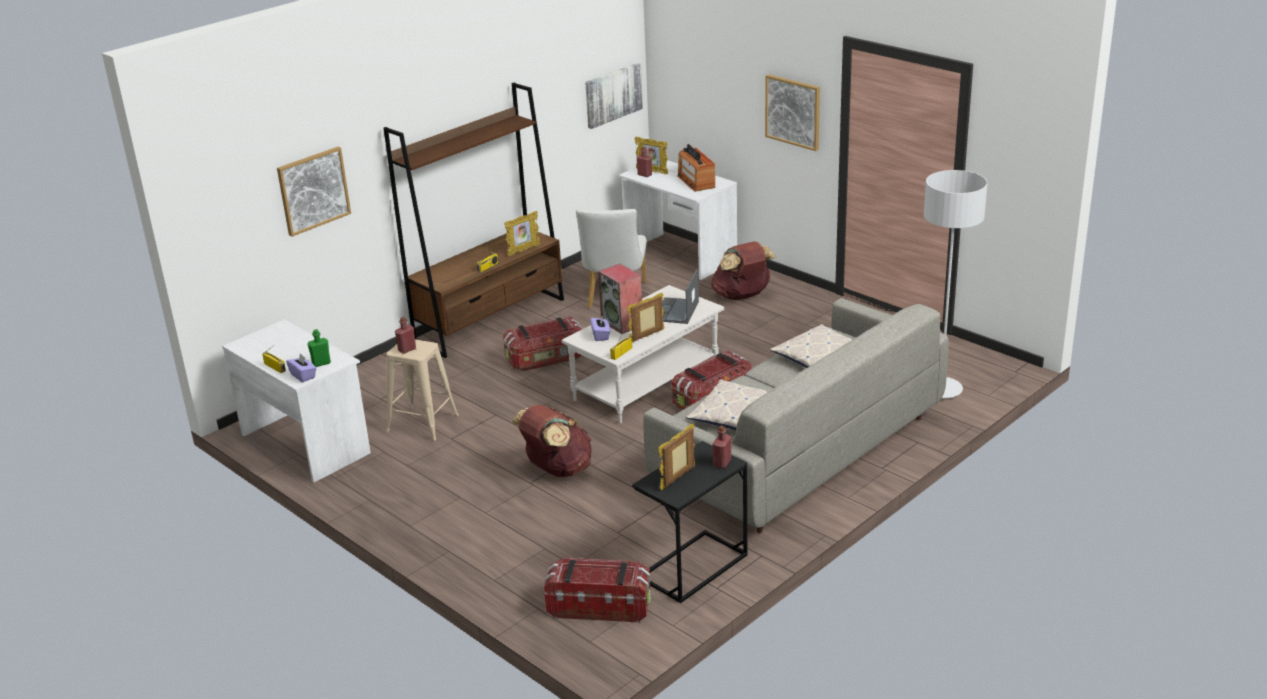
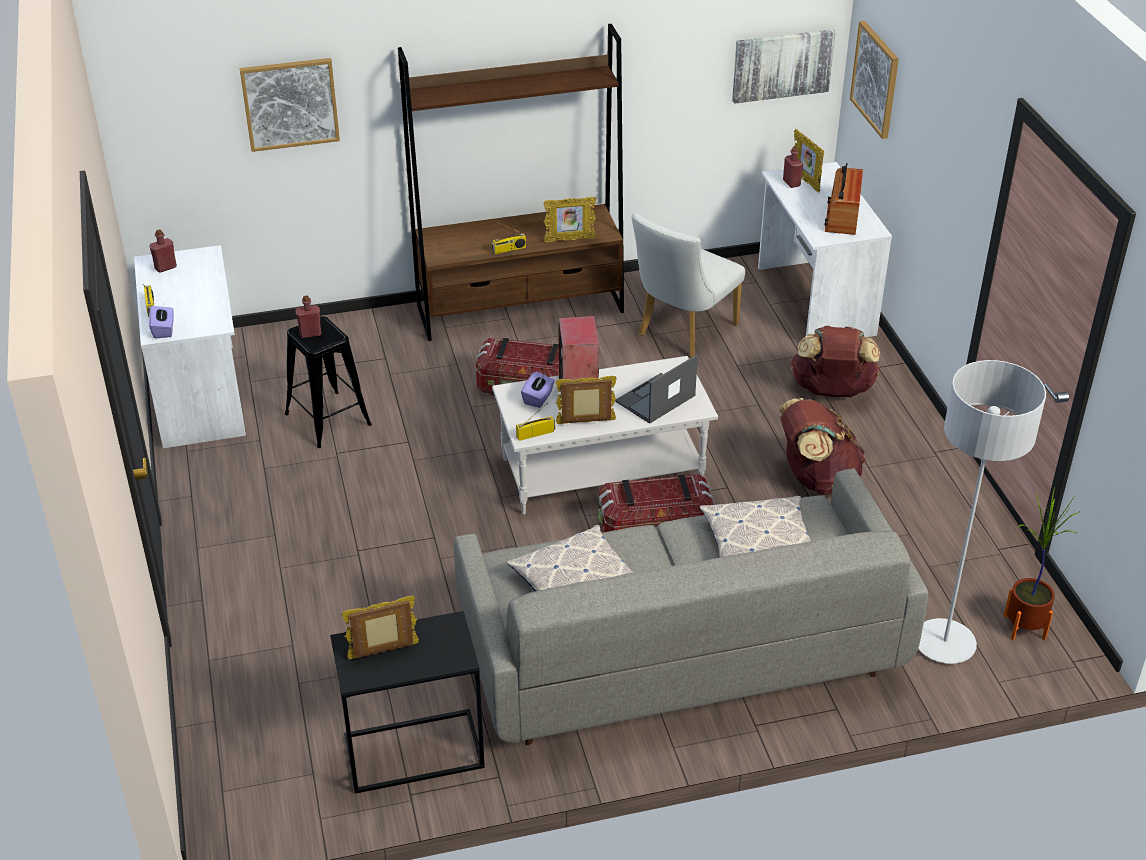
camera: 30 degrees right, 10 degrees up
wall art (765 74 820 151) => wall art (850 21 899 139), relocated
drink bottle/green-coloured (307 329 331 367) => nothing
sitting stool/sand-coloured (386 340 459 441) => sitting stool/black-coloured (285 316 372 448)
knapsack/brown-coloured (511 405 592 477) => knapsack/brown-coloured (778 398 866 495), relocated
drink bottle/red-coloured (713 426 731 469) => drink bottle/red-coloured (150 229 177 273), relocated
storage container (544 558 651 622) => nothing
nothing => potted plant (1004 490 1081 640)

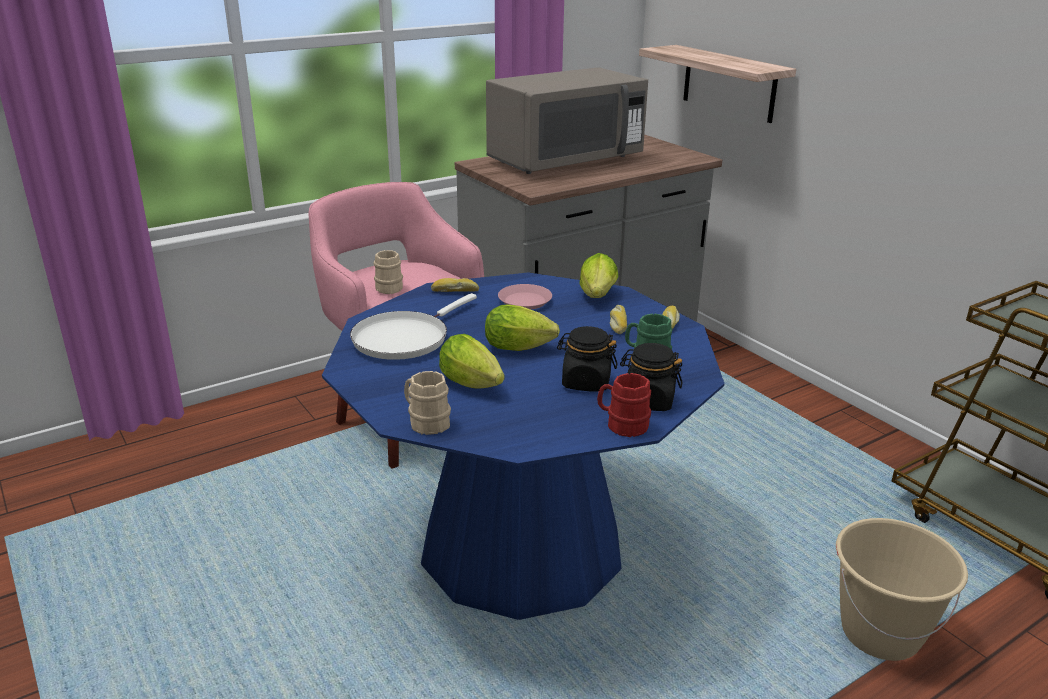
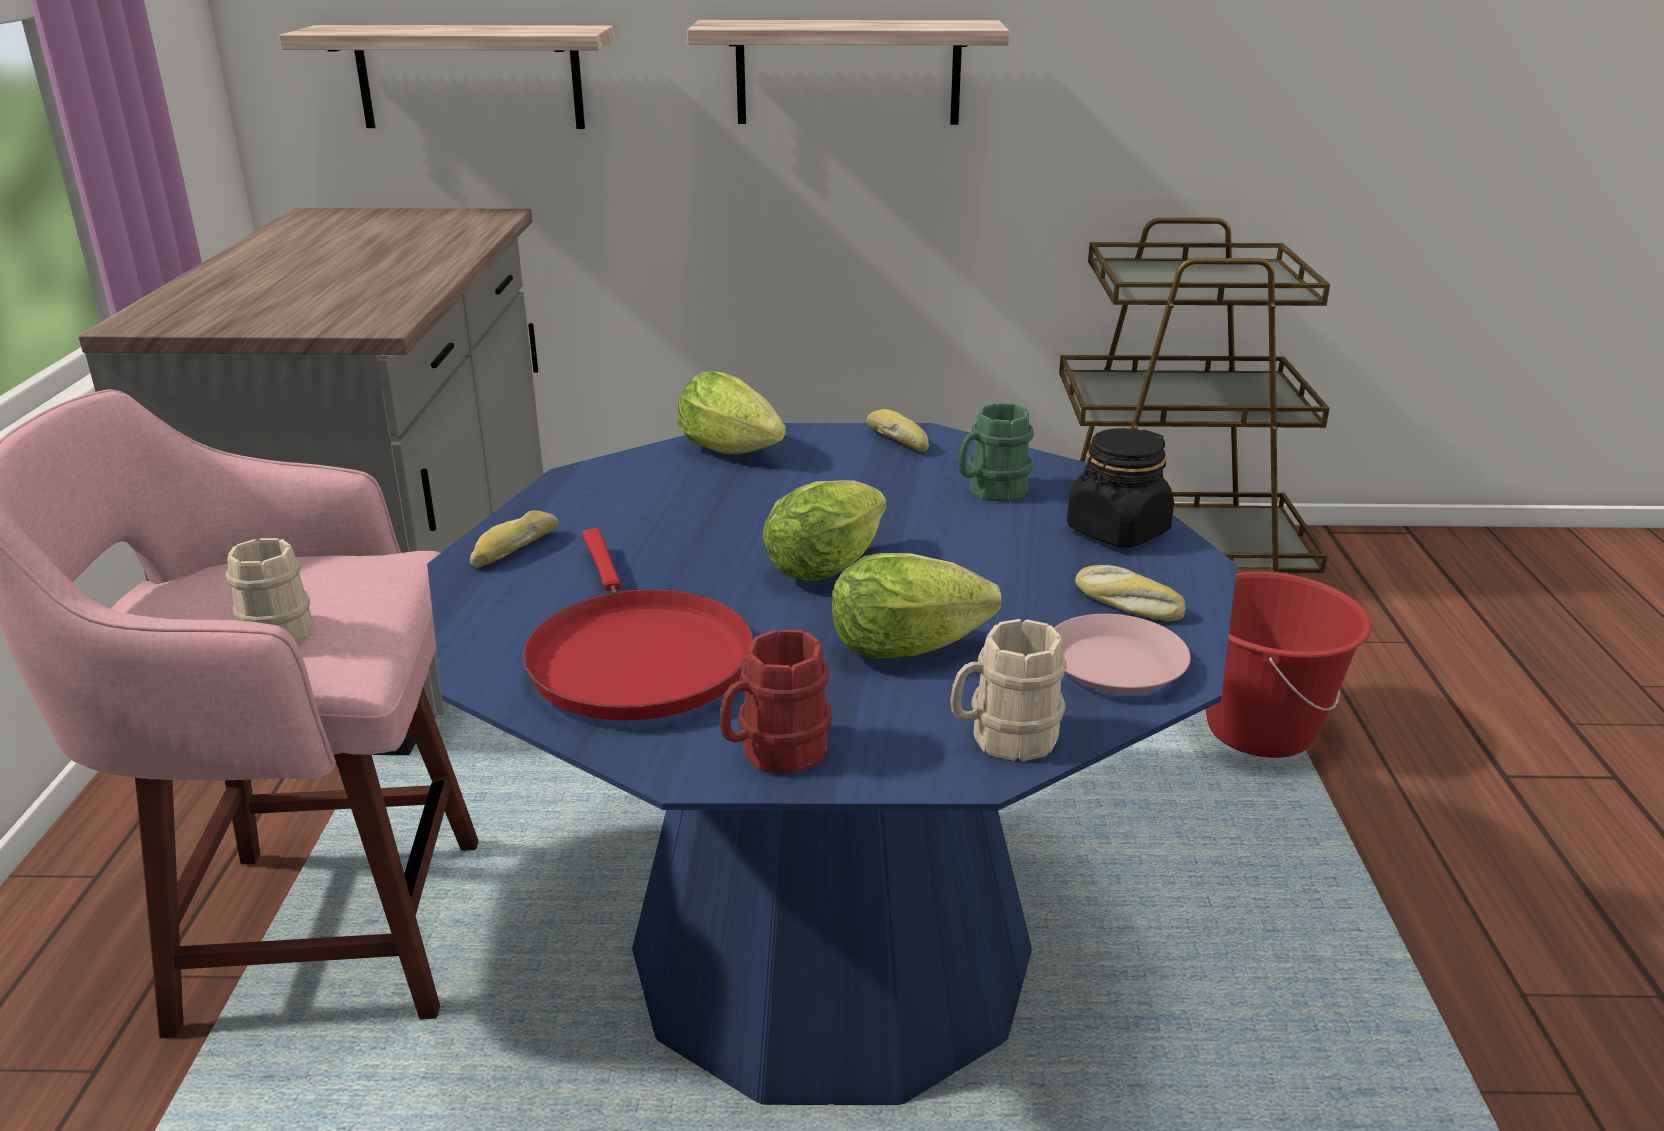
camera: 55 degrees left, 0 degrees up
kitchen microwave/grey (486 67 648 174) => nothing
dinner plate/pinkish (498 284 552 310) => dinner plate/pinkish (1054 614 1191 694), relocated
pan/white-coloured (350 293 477 360) => pan/red-coloured (522 528 753 721)
baked bread (610 305 627 334) => baked bread (1075 565 1186 621), relocated
storage jar/black-coloured (557 326 617 392) => nothing
coffee mug/red-coloured (597 373 651 437) => coffee mug/red-coloured (720 629 831 773), relocated
water bucket/sand-coloured (836 518 968 661) => water bucket/red-coloured (1206 572 1371 758)
nothing => bracket shelf (687 20 1009 125)

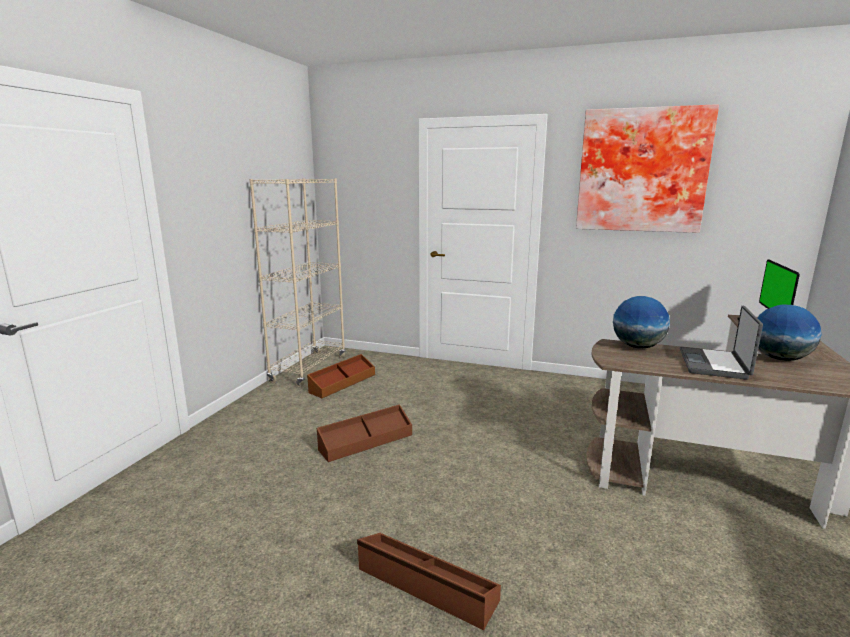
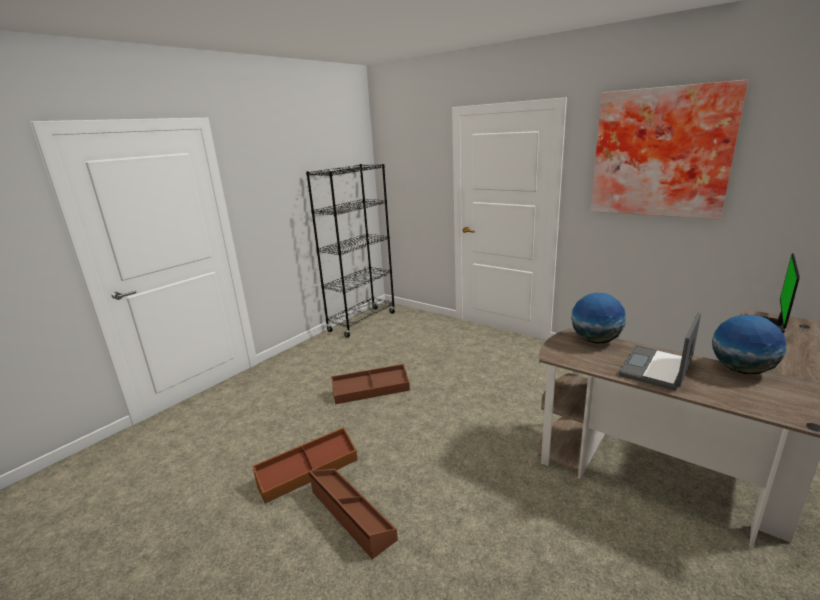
camera: 20 degrees right, 5 degrees up
shelving unit/sand-coloured (249 178 346 387) => shelving unit/black-coloured (306 164 395 338)
storage container/brown-coloured (307 354 375 398) => storage container/brown-coloured (252 427 358 503), relocated

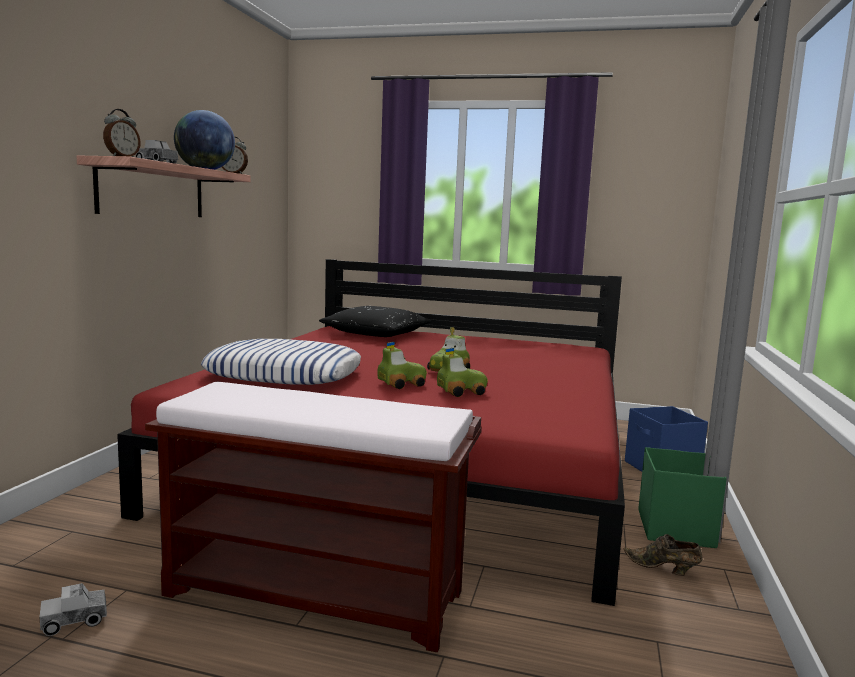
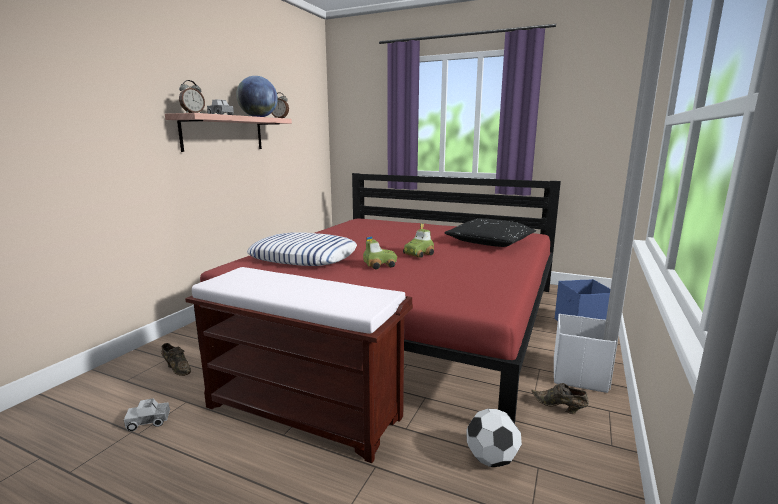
camera: 10 degrees right, 5 degrees up
pillow/black-coloured (319 306 432 337) => pillow/black-coloured (444 218 536 247), relocated
toy car (437 348 488 397) => nothing
storage container/green-coloured (638 447 727 548) => storage container/white-coloured (554 314 616 393)
nothing => item of footwear/brown-coloured (161 343 191 376)
nothing => football (466 409 522 467)

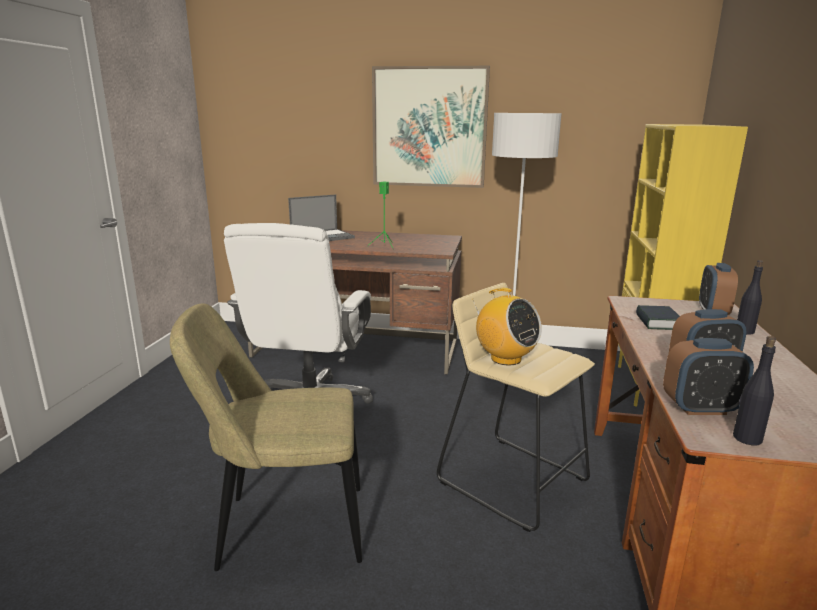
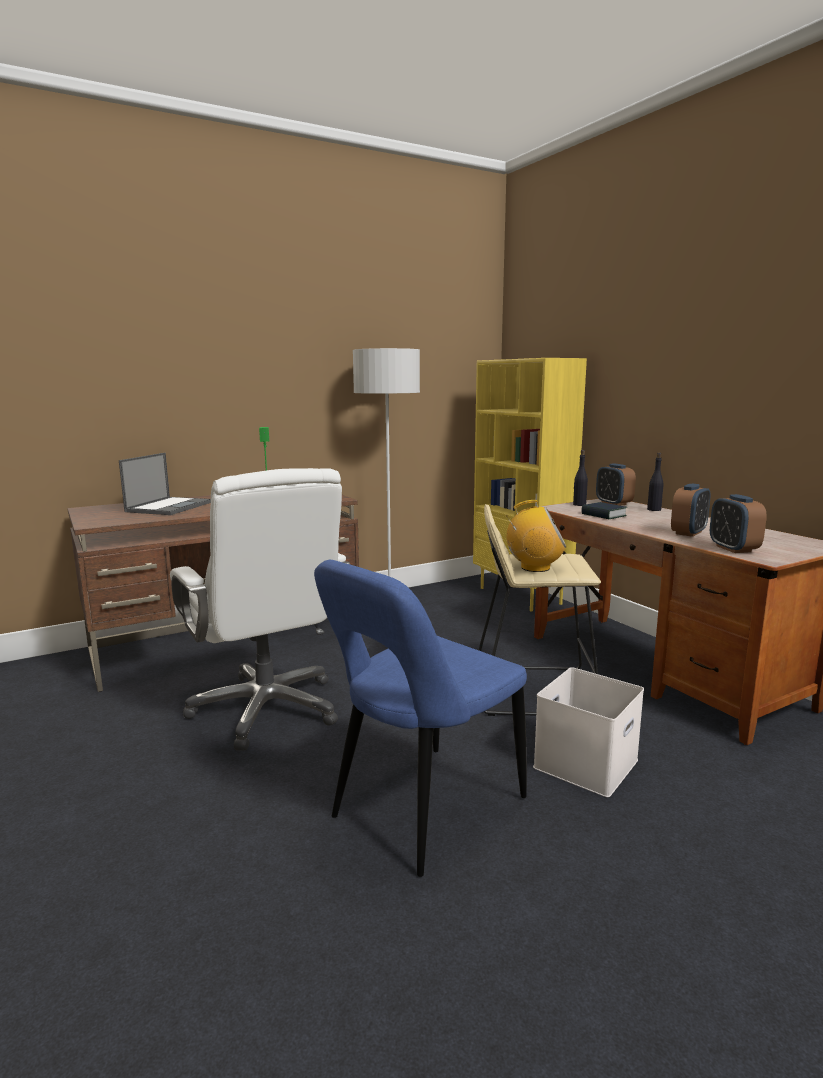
camera: 40 degrees left, 5 degrees down
wall art (372 66 490 188) => nothing
upright chair/sand-coloured (170 304 362 571) => upright chair/bluish (314 560 527 877)
drink bottle/black-coloured (733 336 776 446) => drink bottle/black-coloured (573 450 588 506), relocated
table clock (663 338 754 415) => table clock (710 494 767 553), 120 degrees clockwise
nothing => storage container/white-coloured (533 667 644 797)

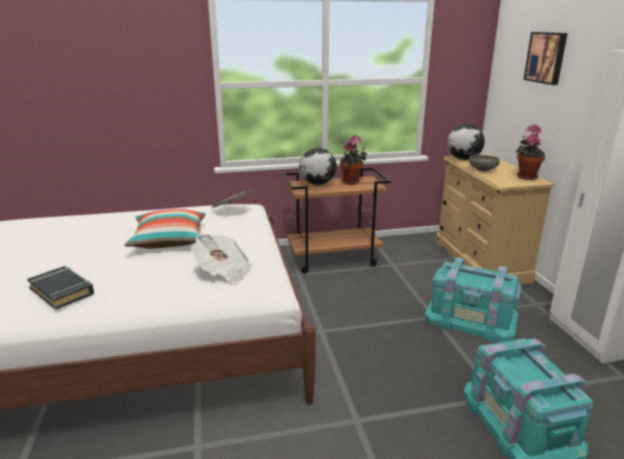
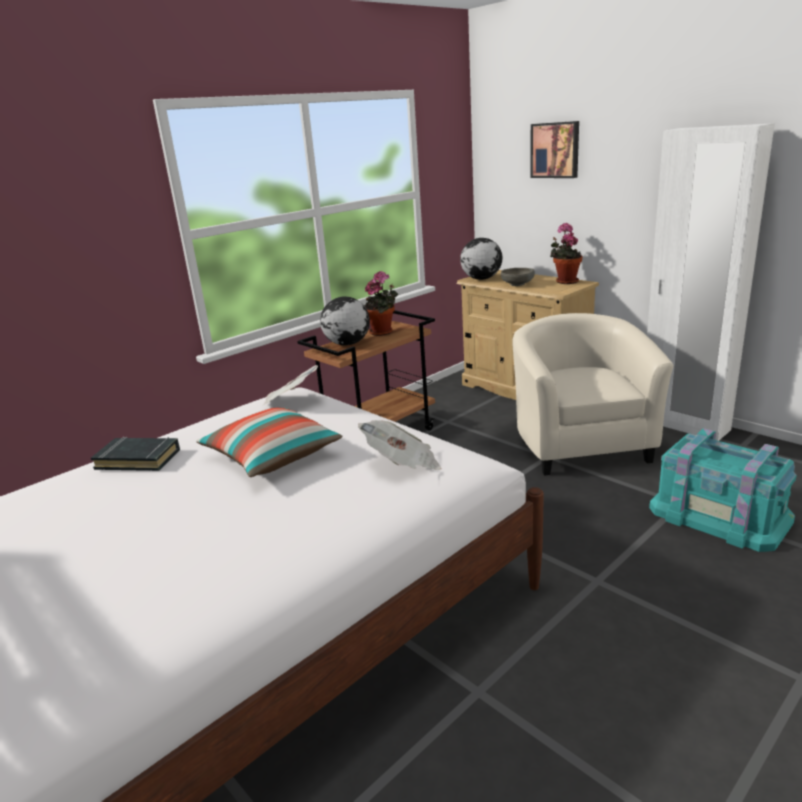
camera: 30 degrees left, 0 degrees up
storage container/turquoise (424 257 521 342) => easy chair/sand-coloured (513 313 673 476)
book/black-coloured (27 266 94 309) => book/black-coloured (91 437 180 471), relocated

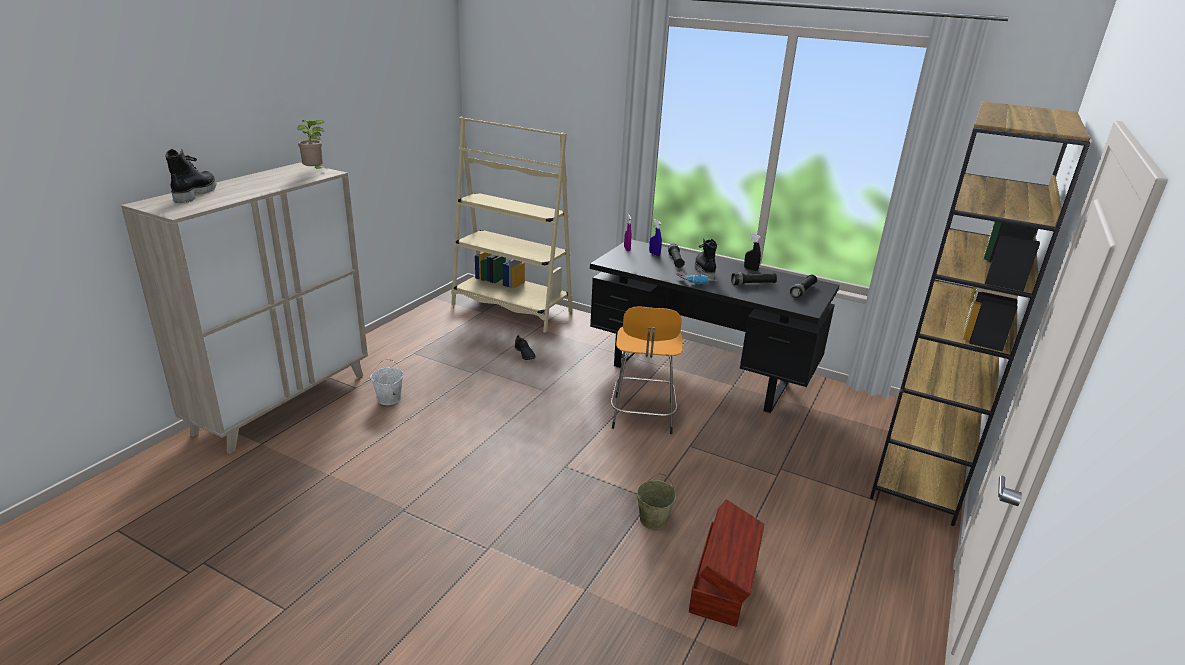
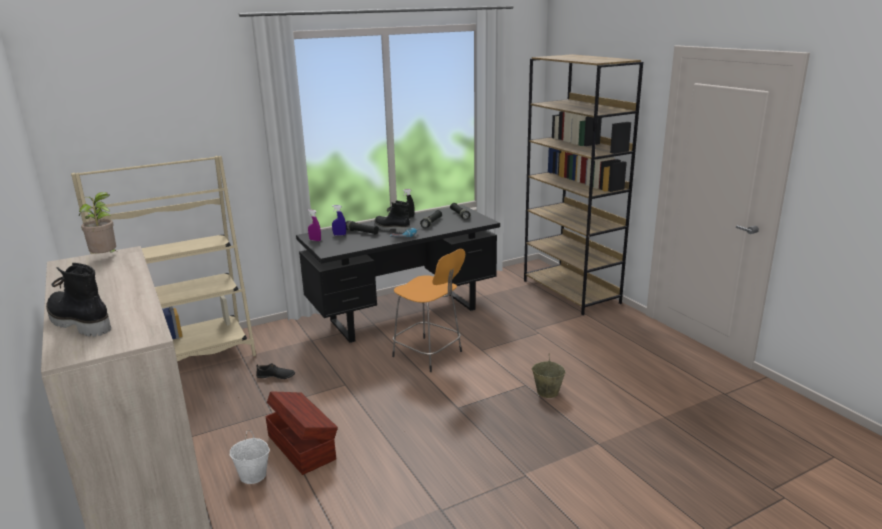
camera: 55 degrees left, 5 degrees down
storage container/brown-coloured (689 499 764 627) => storage container/brown-coloured (265 391 338 475), relocated

